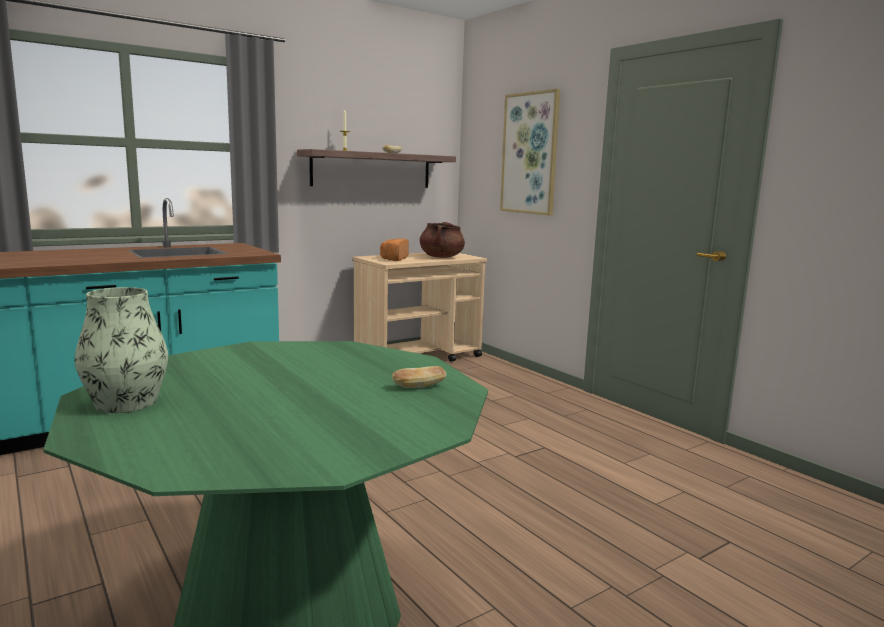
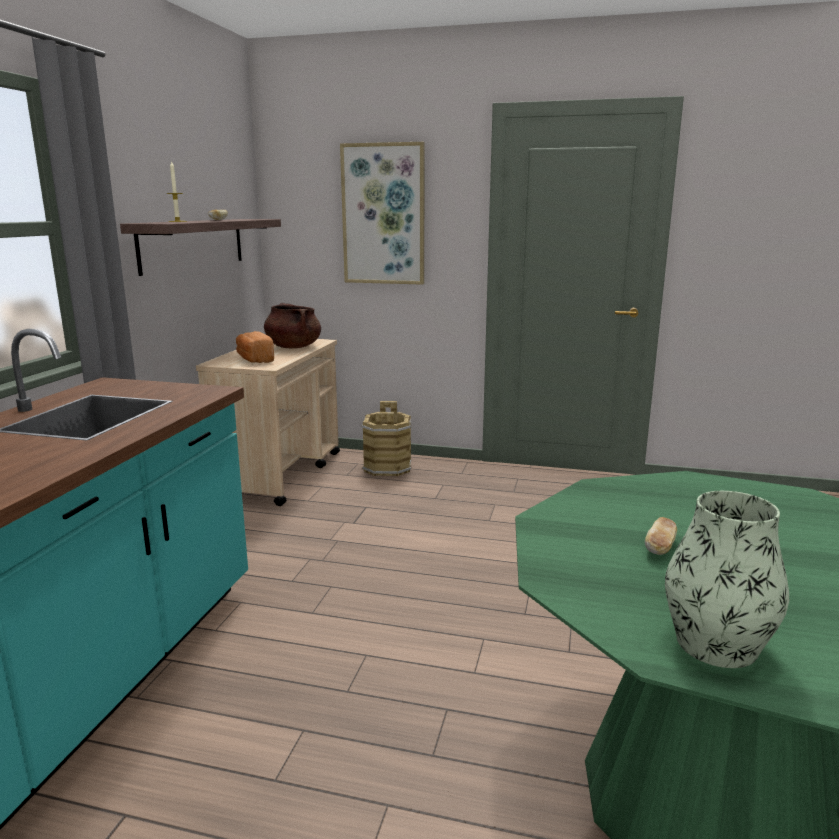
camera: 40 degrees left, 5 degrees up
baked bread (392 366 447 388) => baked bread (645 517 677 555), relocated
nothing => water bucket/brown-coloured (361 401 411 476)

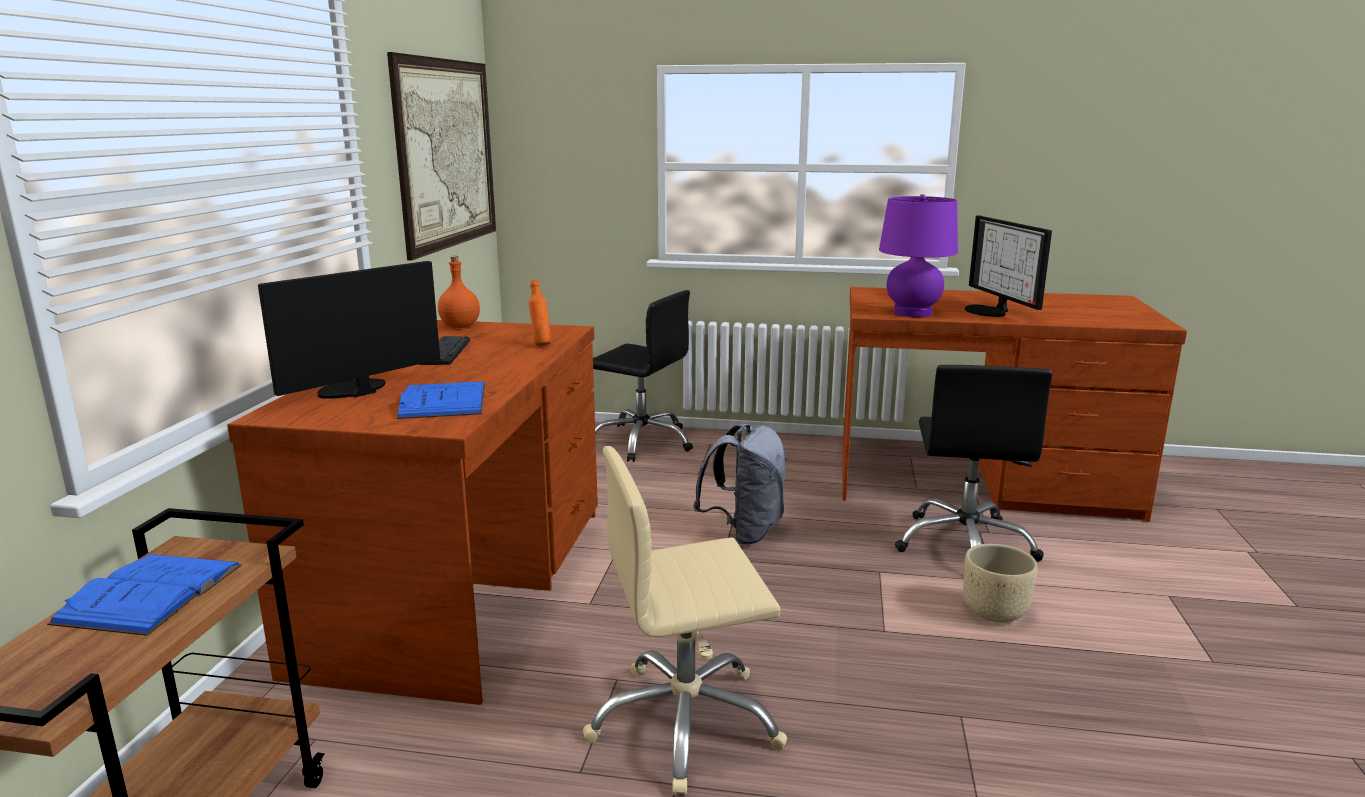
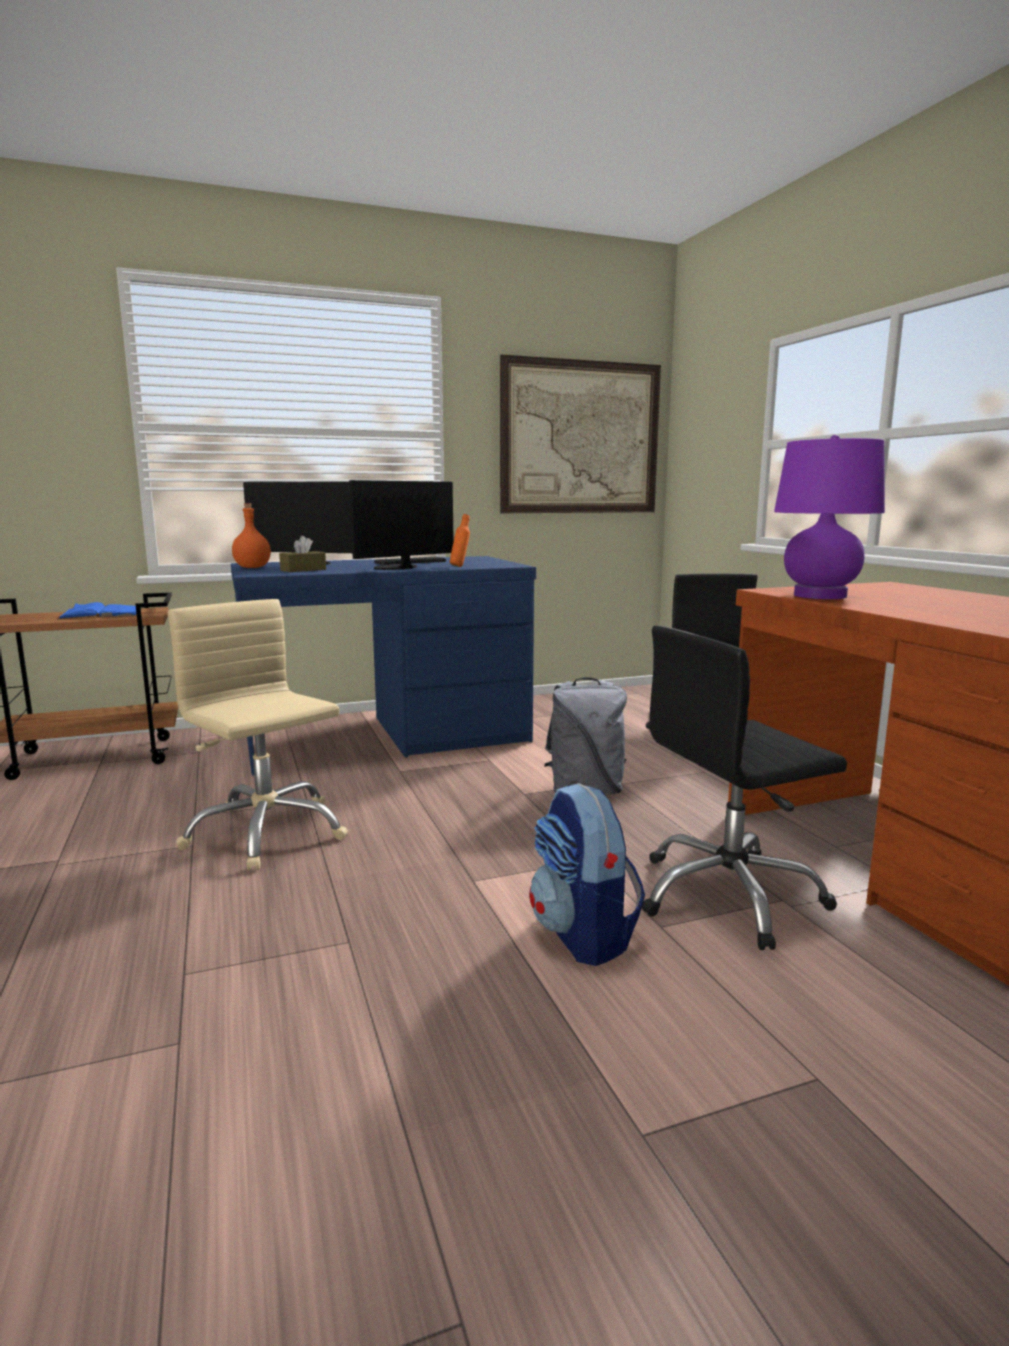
camera: 60 degrees right, 5 degrees down
computer screen (965 216 1052 317) => computer screen (349 480 454 570), relocated
drink bottle/orange-coloured (438 256 480 328) => drink bottle/orange-coloured (232 503 271 568), relocated
desk/brown-coloured (227 320 598 705) => desk/bluish (231 556 536 775)
book/bluish (396 381 485 419) => tissue box/brown-coloured (279 536 326 572)
flower pot/sand-coloured (963 544 1037 622) => knapsack (529 783 645 966)

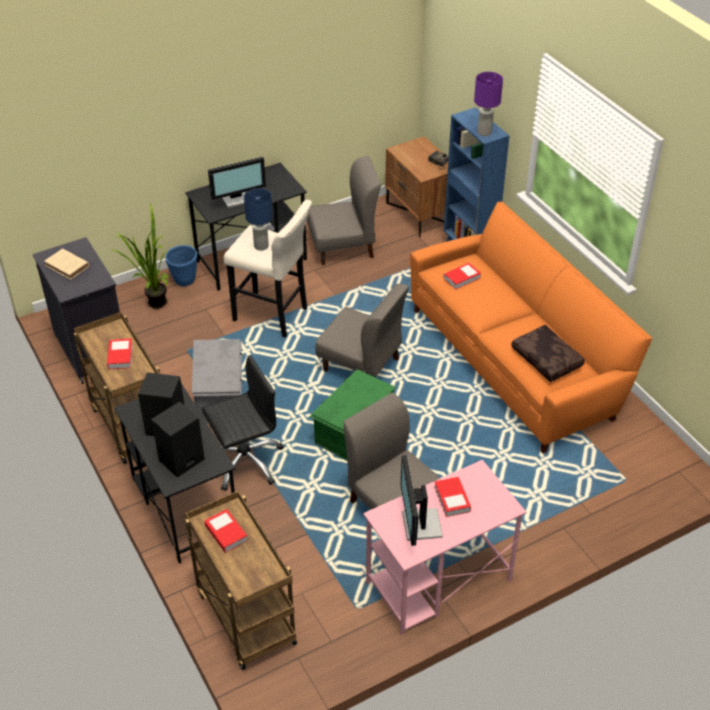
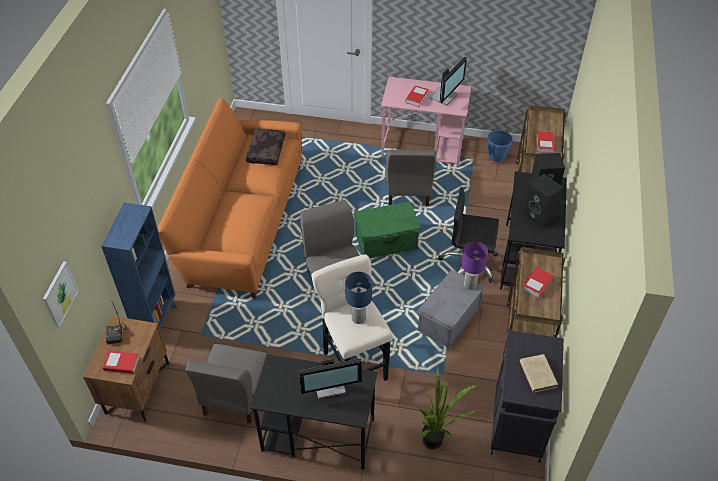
camera: 140 degrees left, 5 degrees up
lamp for a table/purplish (474 72 503 136) => lamp for a table/purplish (462 242 488 290), relocated
computer screen (208 156 266 208) => computer screen (298 358 362 399), 150 degrees clockwise
upright chair/grey (307 156 381 265) => upright chair/grey (186 344 267 423), 105 degrees counterclockwise
flower pot/bluish (165 245 197 286) => flower pot/bluish (487 130 513 162), relocated
book (444 263 481 290) => book (102 351 140 374), relocated
nothing => wall art (43 261 78 328)

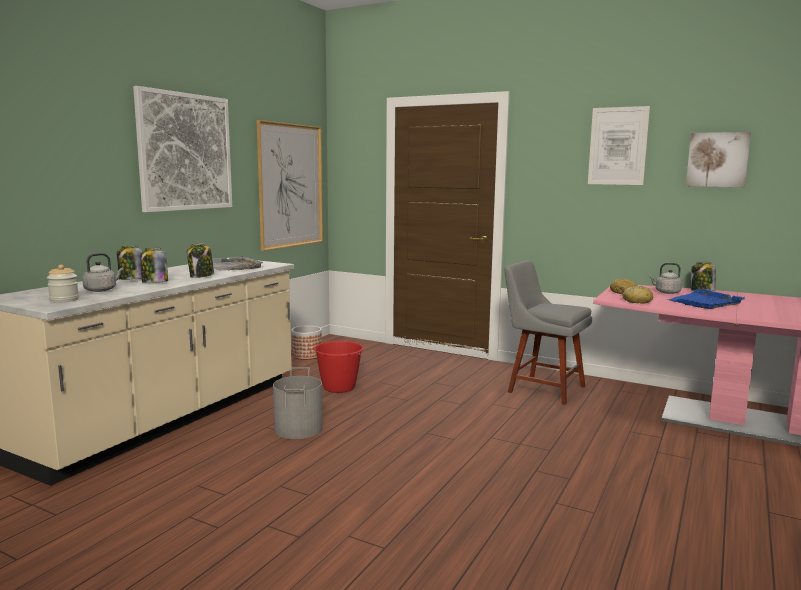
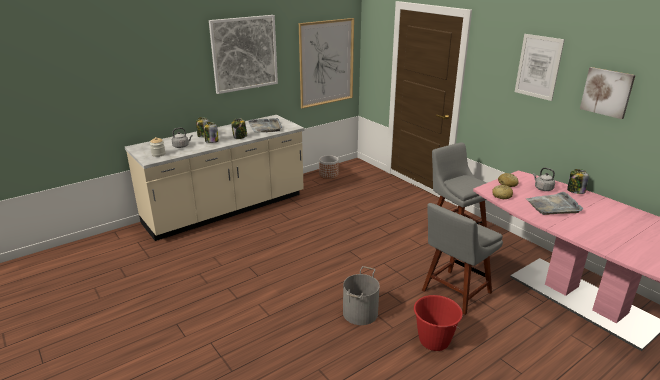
camera: 25 degrees right, 15 degrees up
serving tray/bluish (669 289 745 309) => serving tray/grey (526 192 583 215)
water bucket/red-coloured (314 341 364 393) => water bucket/red-coloured (414 295 463 351), relocated
water bucket/grey (273 367 323 439) => water bucket/grey (343 266 380 325), relocated
nothing => upright chair/grey (422 203 503 315)

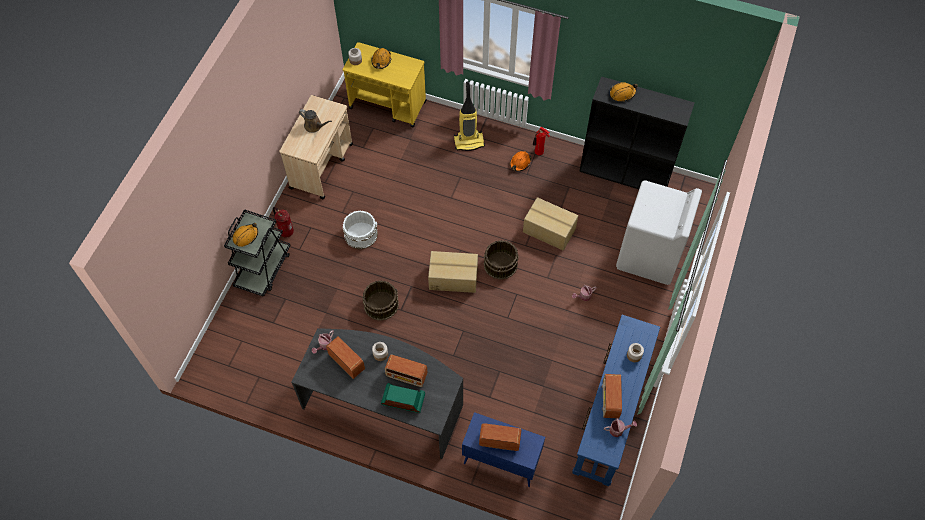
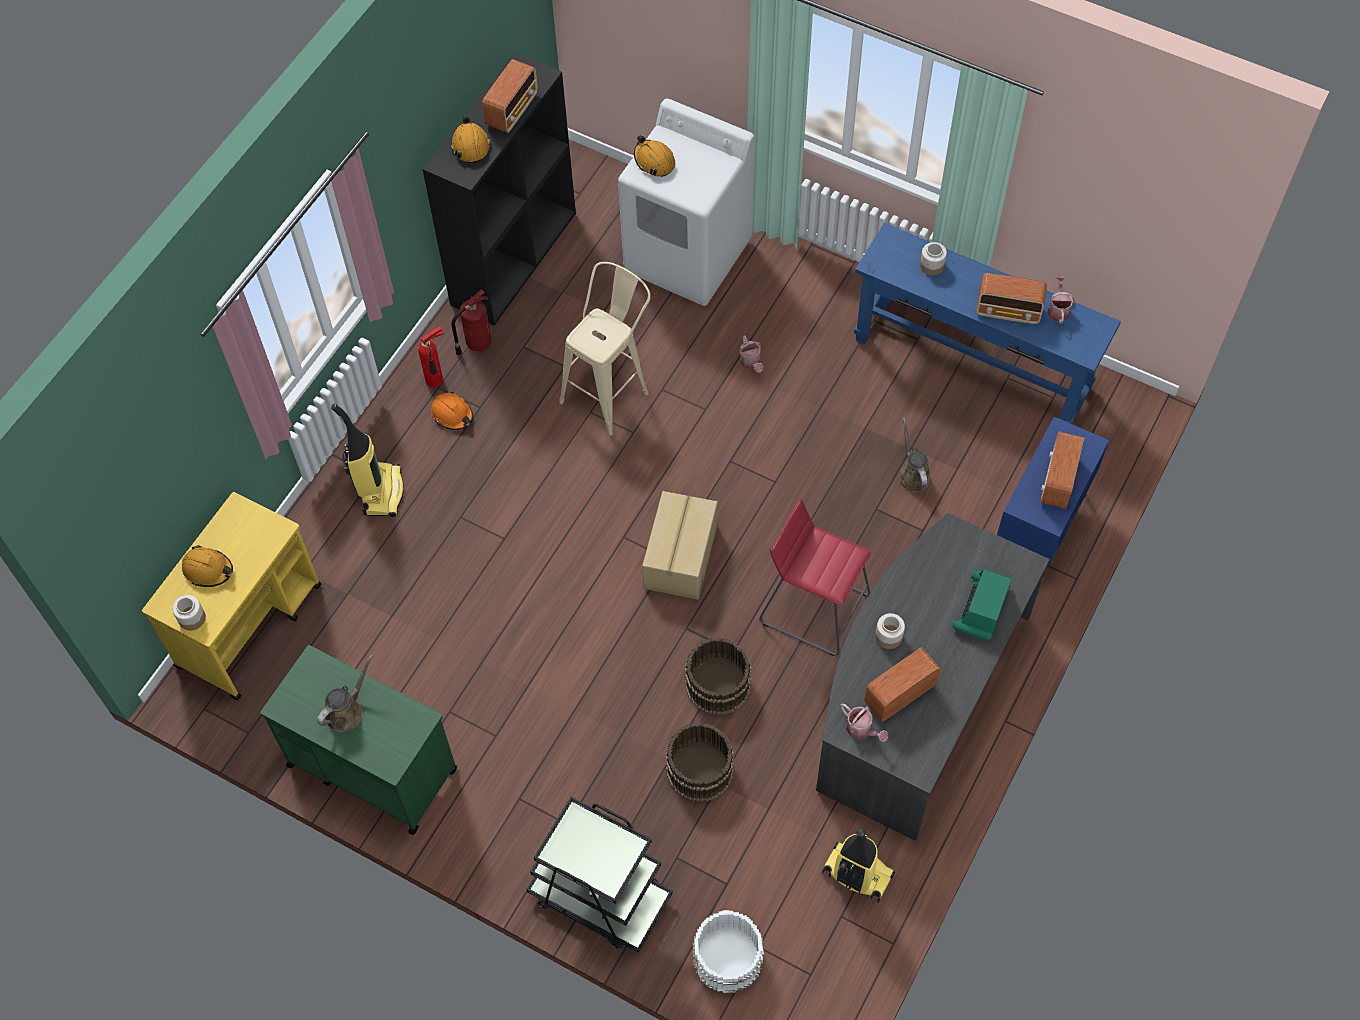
camera: 80 degrees left, 0 degrees up
cart/sand-coloured (279 95 353 199) => cart/green-coloured (260 645 458 835)
cardboard box (523 197 578 251) => sitting stool/sand-coloured (559 262 651 435)
fire extinguisher (273 207 294 238) => fire extinguisher (451 290 491 356), relocated
water bucket/white-coloured (343 210 378 249) => water bucket/white-coloured (692 910 764 994), relocated
hard hat/orange-coloured (231 223 258 247) => hard hat/orange-coloured (634 135 675 177), relocated
water bucket/brown-coloured (484 240 519 280) => water bucket/brown-coloured (666 722 734 802), relocated
radio (385 355 428 387) => radio (482 59 538 133), relocated
nothing => watering can/brown-coloured (898 418 930 492)
nothing => sitting stool/red-coloured (759 499 871 656)
nothing => hoover (822 828 895 902)

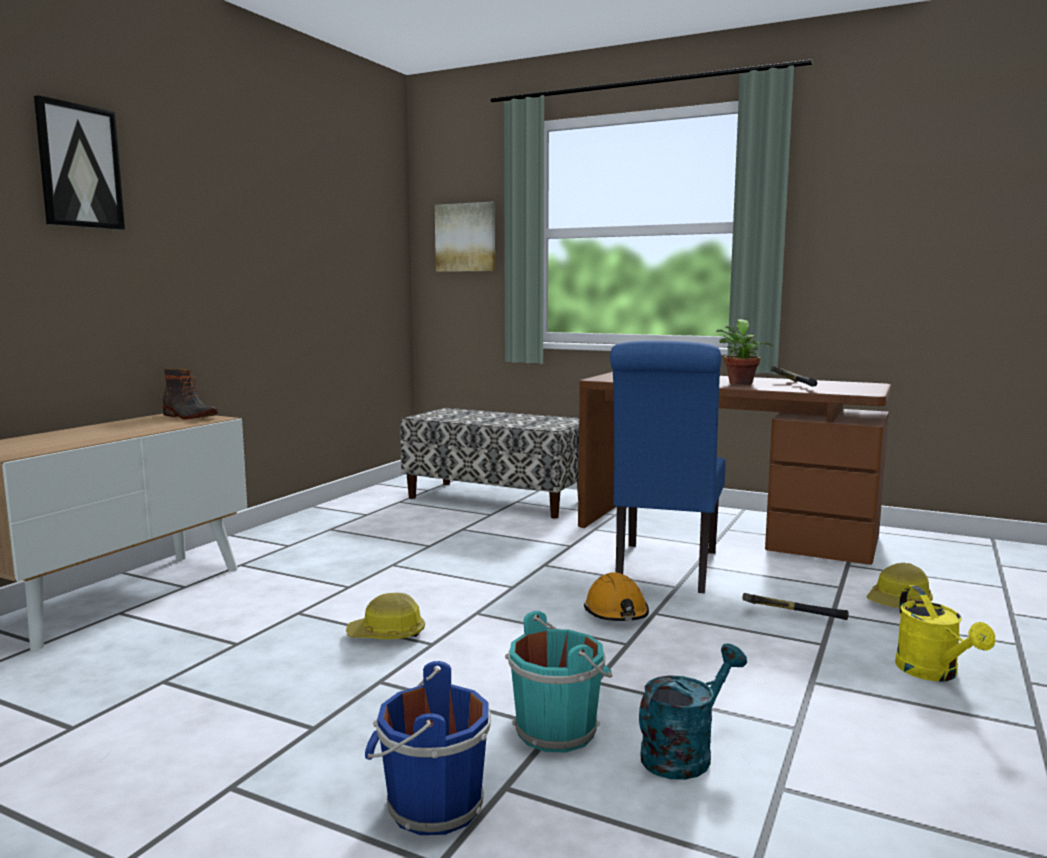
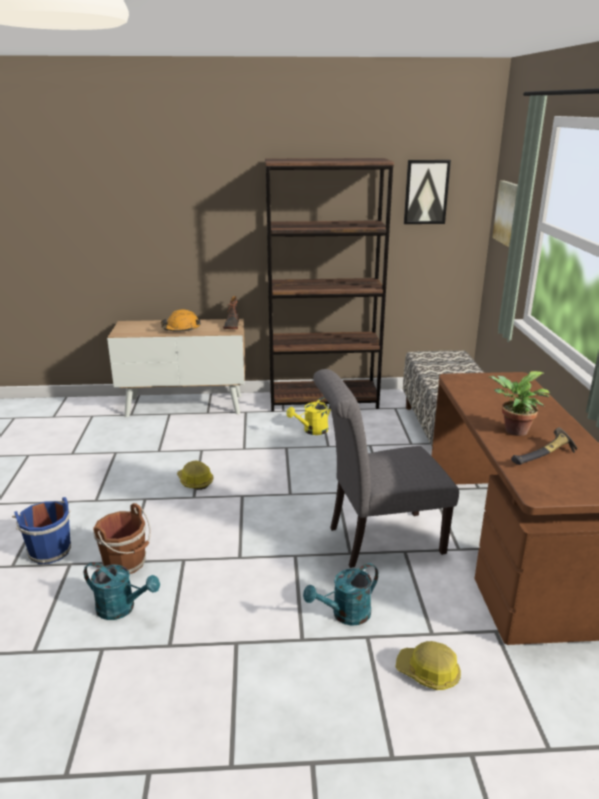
camera: 60 degrees right, 15 degrees up
wall art (34 95 125 230) => wall art (404 160 451 224), relocated
upright chair/bluish (610 341 726 593) => upright chair/grey (313 369 459 568)
hard hat/orange-coloured (584 572 649 621) => hard hat/orange-coloured (161 310 201 332), relocated
watering can/yellowish (895 585 995 682) => watering can/yellowish (286 397 331 435), relocated
tool hammer (742 593 849 620) => watering can/turquoise (303 563 378 626)
water bucket/turquoise (505 611 613 752) => water bucket/brown-coloured (93 503 150 574)
nothing => shelving unit/brown-coloured (265 158 394 412)

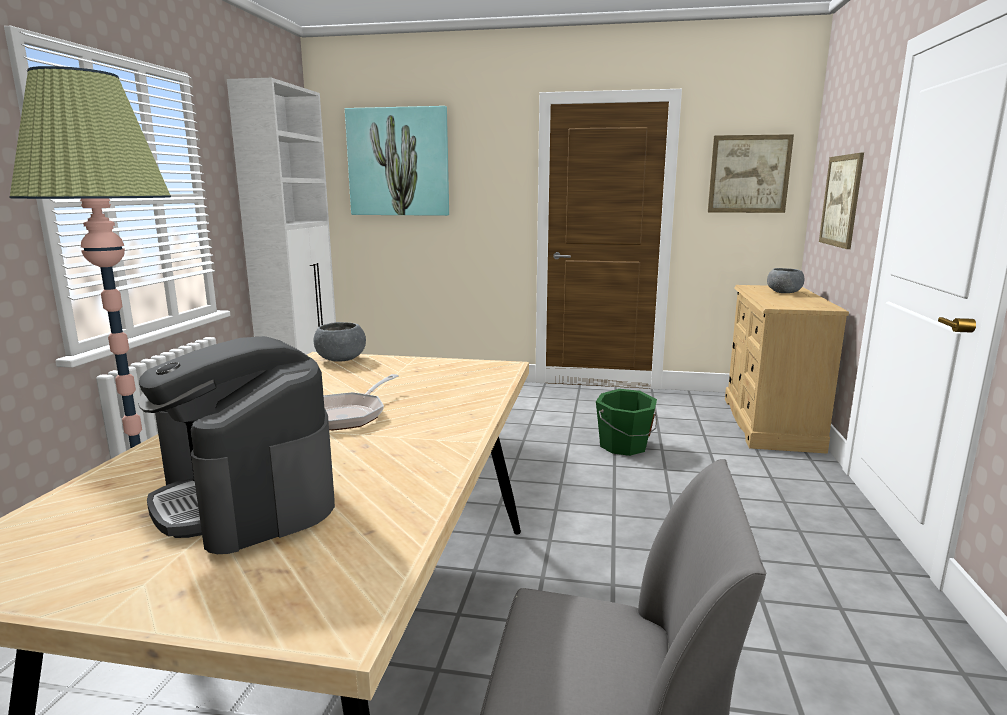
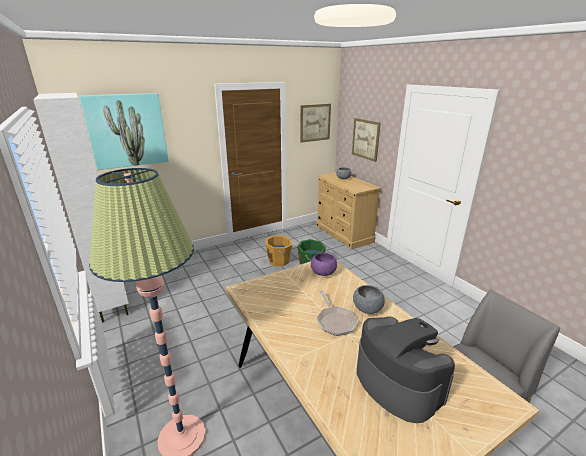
camera: 40 degrees left, 10 degrees up
serving bowl/grey (314 322 366 361) => serving bowl/grey (353 285 385 314), relocated
coffee brewer (138 336 335 554) => coffee brewer (357 317 455 423), 135 degrees counterclockwise
nothing => water bucket/orange-coloured (266 236 292 267)
nothing => serving bowl/purplish (311 253 337 276)

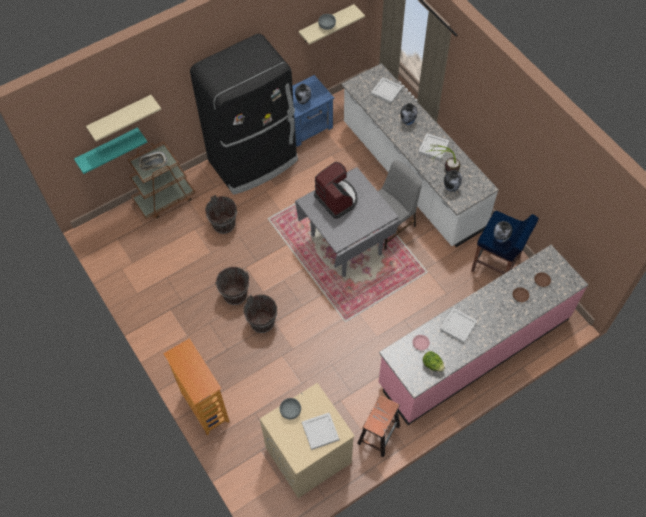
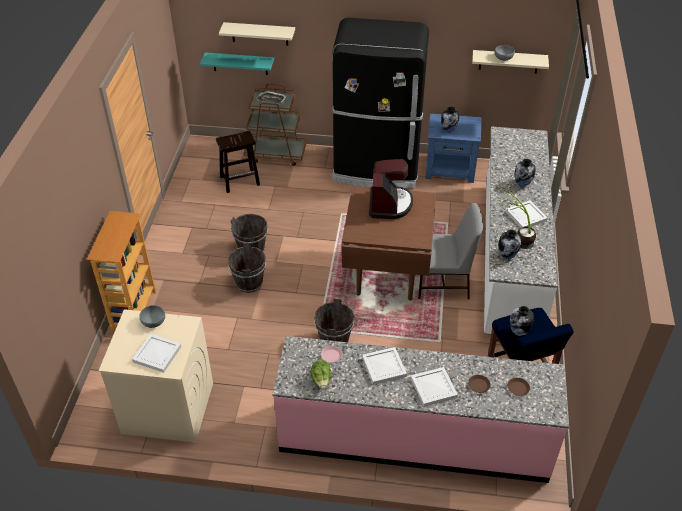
camera: 40 degrees right, 15 degrees down
serving tray/white-coloured (371 77 403 104) => serving tray/white-coloured (411 367 458 407), relocated
dinner table/grey (295 167 400 277) => dinner table/brown-coloured (341 186 436 301)
water bucket/brown-coloured (205 195 237 234) => water bucket/brown-coloured (314 298 354 342), relocated
sitting stool/brown-coloured (357 395 400 458) => sitting stool/brown-coloured (216 131 260 193), relocated

